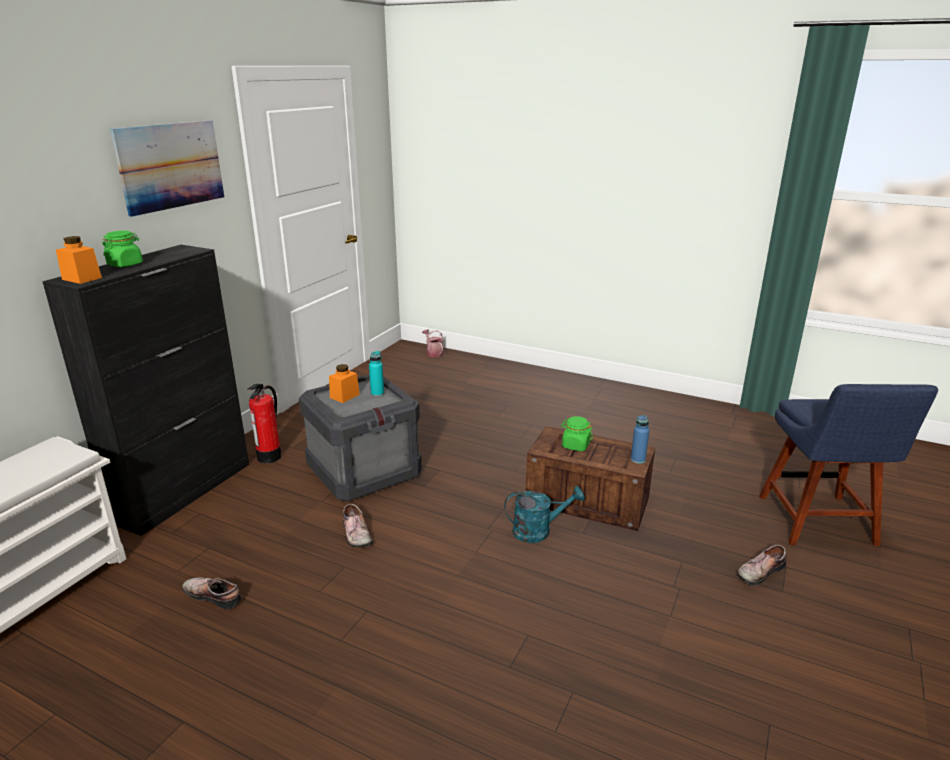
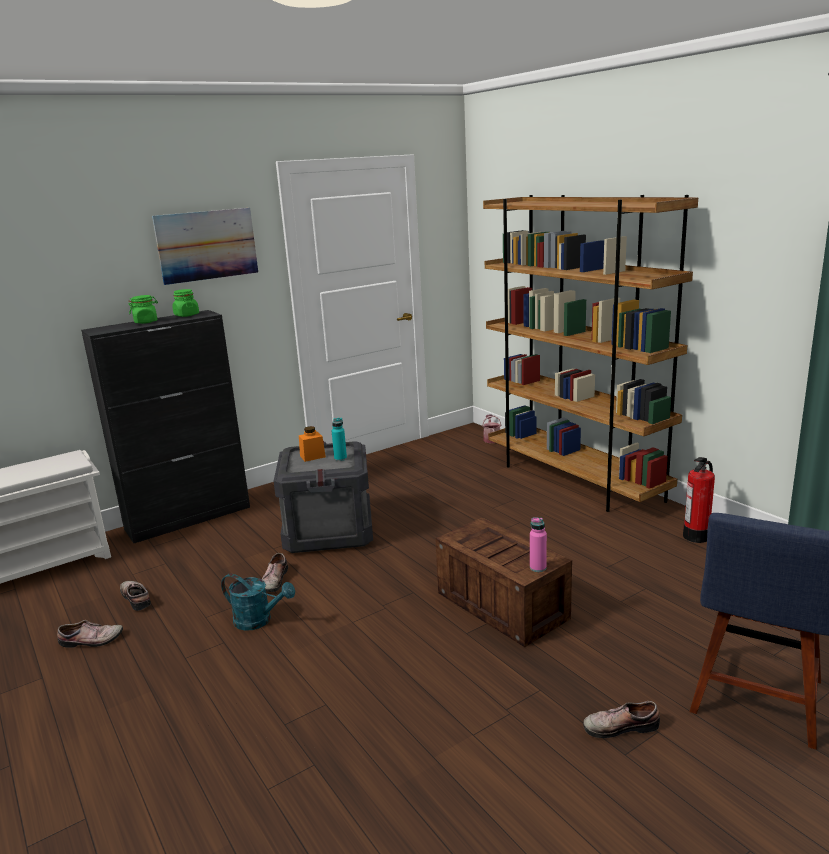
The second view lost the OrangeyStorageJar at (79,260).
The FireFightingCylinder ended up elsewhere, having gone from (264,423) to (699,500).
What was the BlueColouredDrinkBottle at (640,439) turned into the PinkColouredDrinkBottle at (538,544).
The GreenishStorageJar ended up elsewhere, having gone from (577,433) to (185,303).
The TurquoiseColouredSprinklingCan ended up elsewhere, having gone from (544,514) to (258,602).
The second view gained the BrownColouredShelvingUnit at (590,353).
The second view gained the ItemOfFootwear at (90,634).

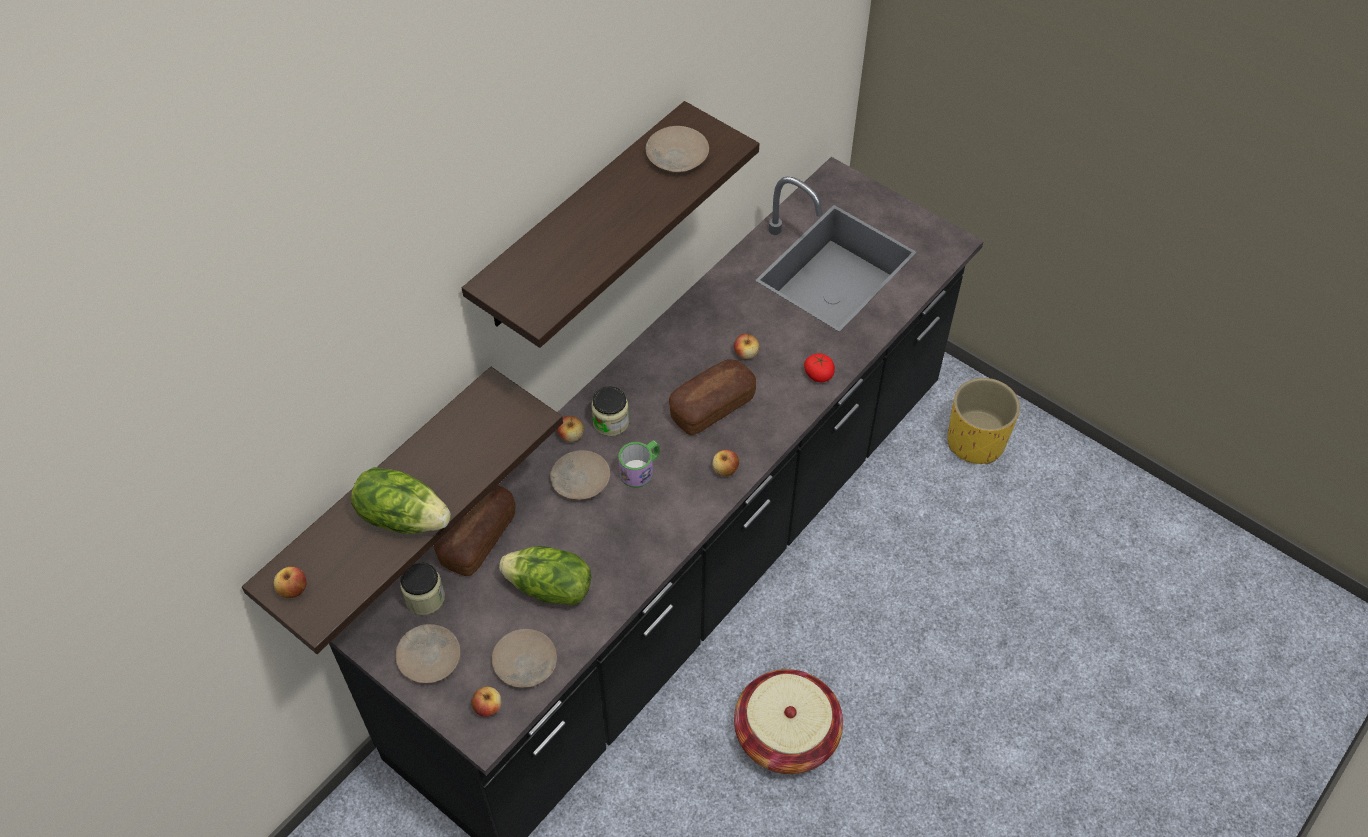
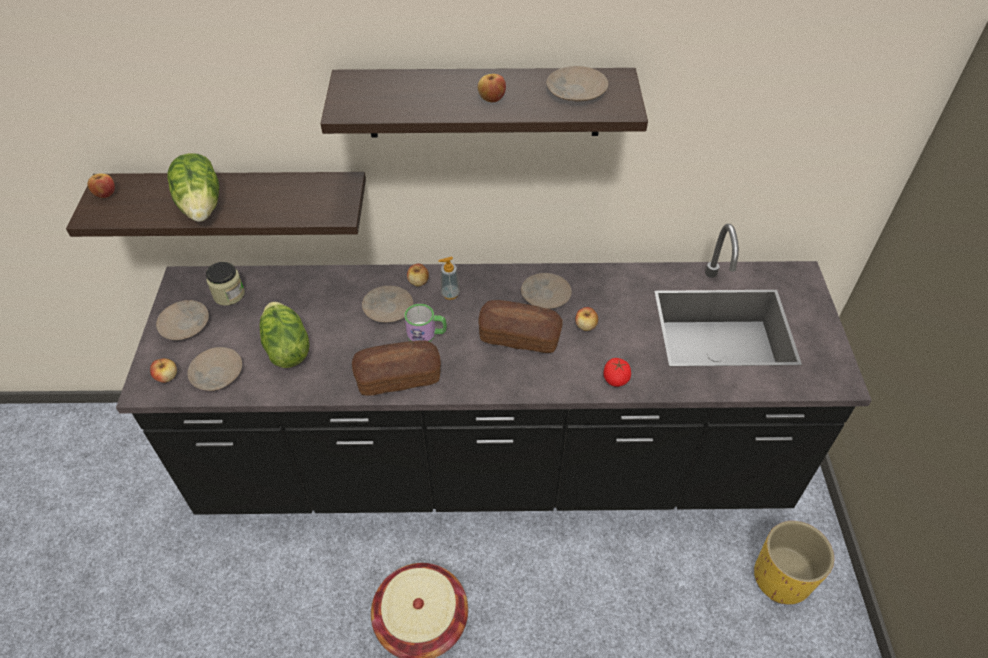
Where the StorageJar stood at (610,411), the SoapDispenser came to stand at (449,278).
The Apple ended up elsewhere, having gone from (725,463) to (492,88).
The BakedBread ended up elsewhere, having gone from (474,530) to (396,368).
The second view gained the BeigeFlatDish at (546,291).

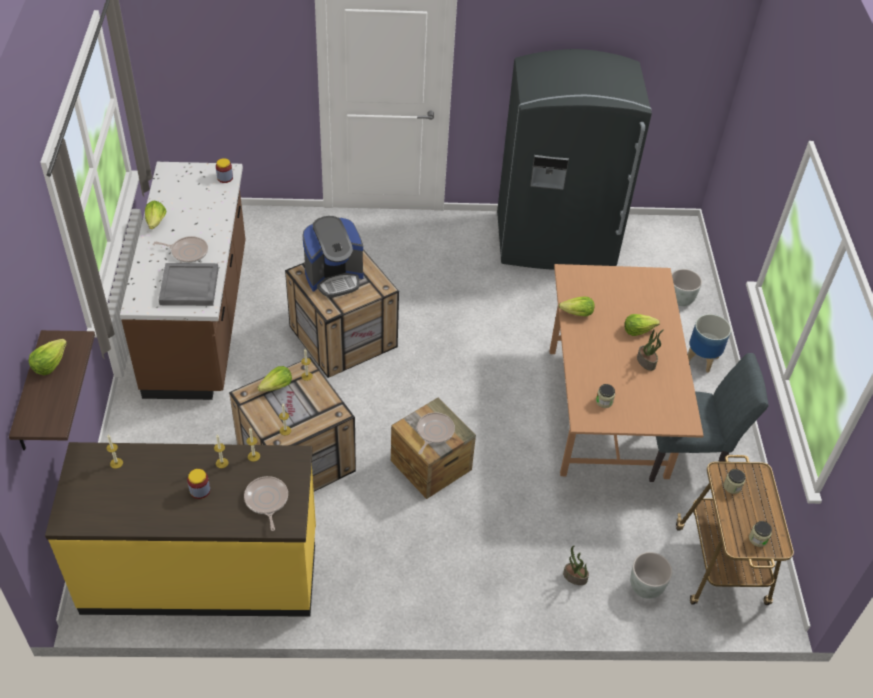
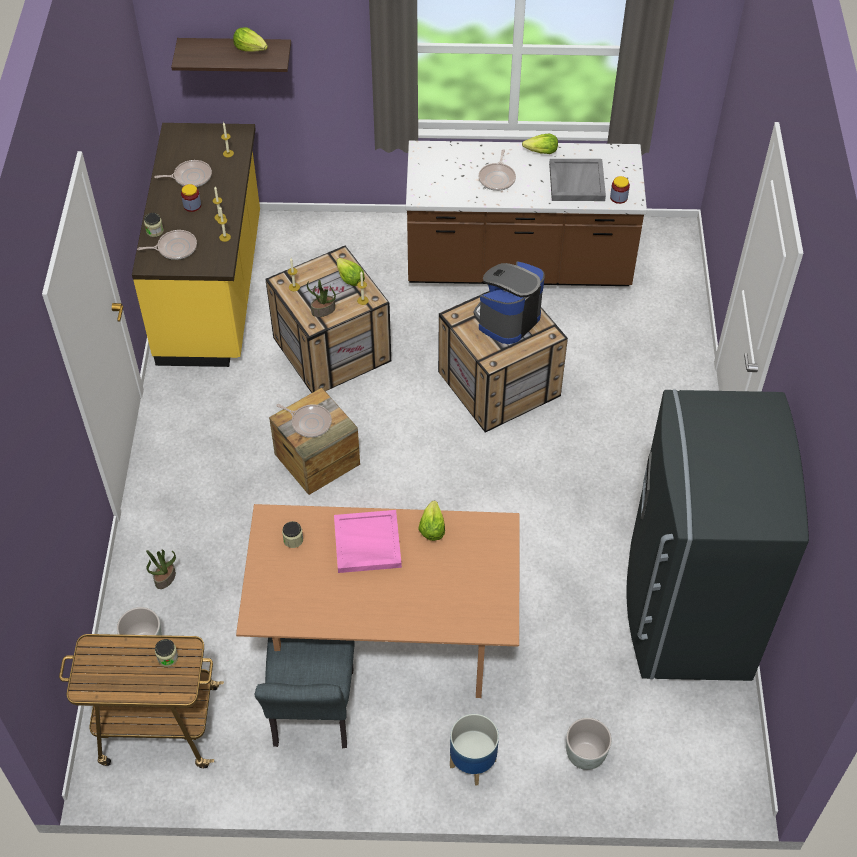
The CoffeeMaker at (332,256) ended up facing another way, 60 degrees clockwise from before.
The GrayTray ended up elsewhere, having gone from (189,284) to (577,180).
The second view lost the HeadOfLettuce at (642,325).
The Houseplant ended up elsewhere, having gone from (650,350) to (321,298).
The StorageJar ended up elsewhere, having gone from (760,534) to (154,225).
The second view gained the Pan at (183,173).
The second view gained the PinkColouredTray at (368,541).

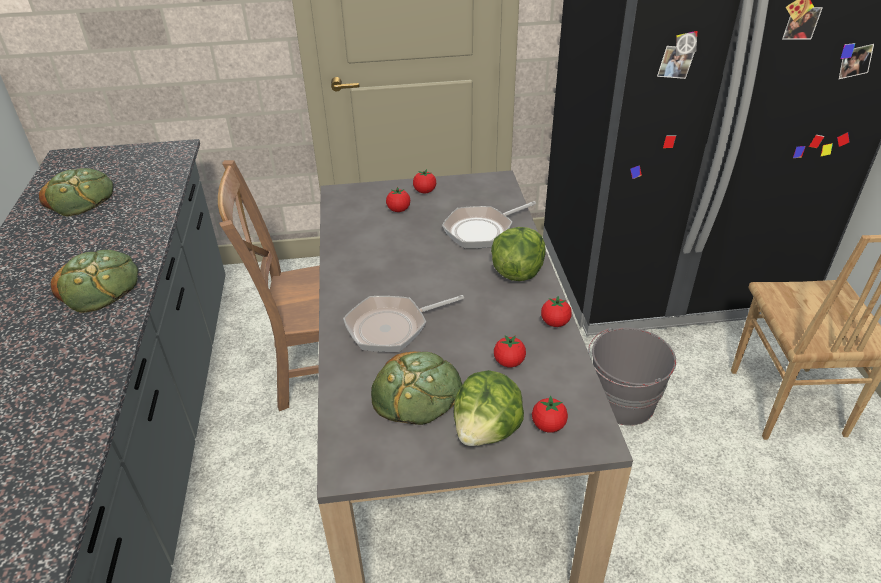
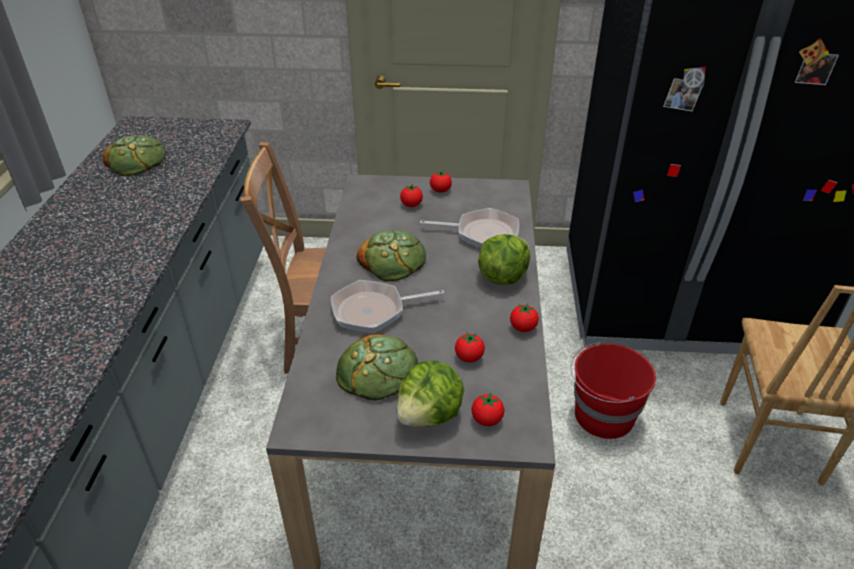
The Pan at (489,225) ended up facing another way, 150 degrees counterclockwise from before.
The BakedBread ended up elsewhere, having gone from (94,281) to (391,256).
What was the GrayWaterBucket at (632,376) turned into the RedWaterBucket at (613,390).

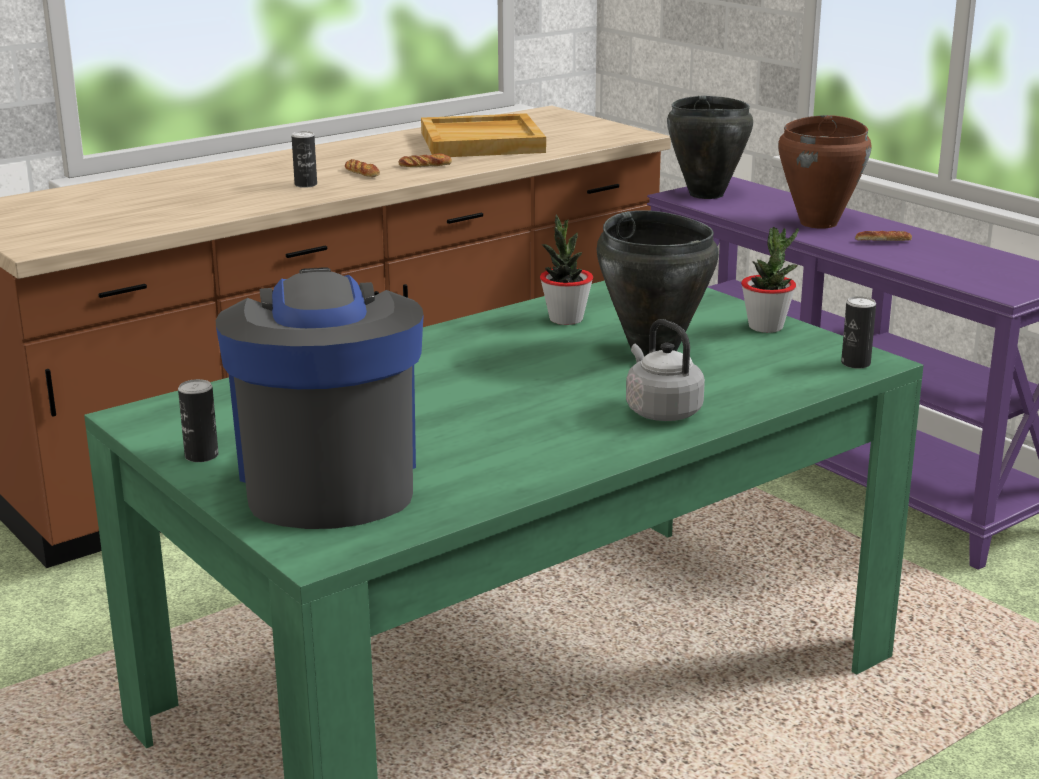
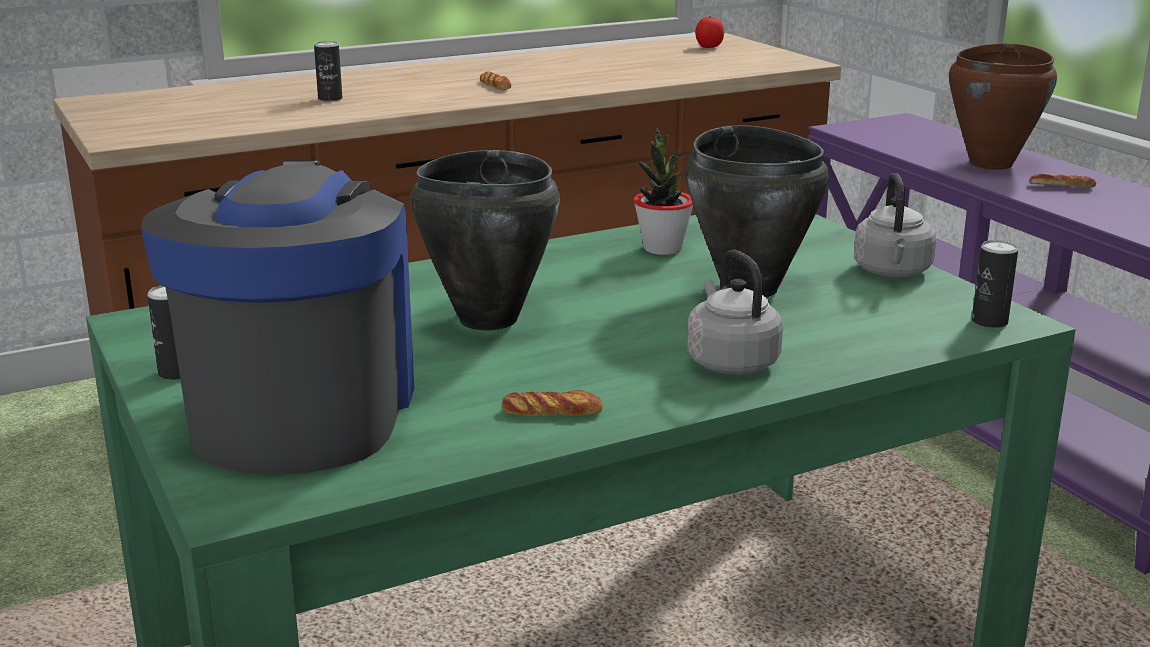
The BlackSaucepot ended up elsewhere, having gone from (710,147) to (485,240).
The second view lost the BeigeTray at (483,135).
The MetalCan ended up elsewhere, having gone from (304,159) to (328,71).
The BakedBread ended up elsewhere, having gone from (425,160) to (552,403).
Where the Houseplant stood at (770,280), the GrayTeaKettle came to stand at (895,225).
The second view gained the Tomato at (709,32).

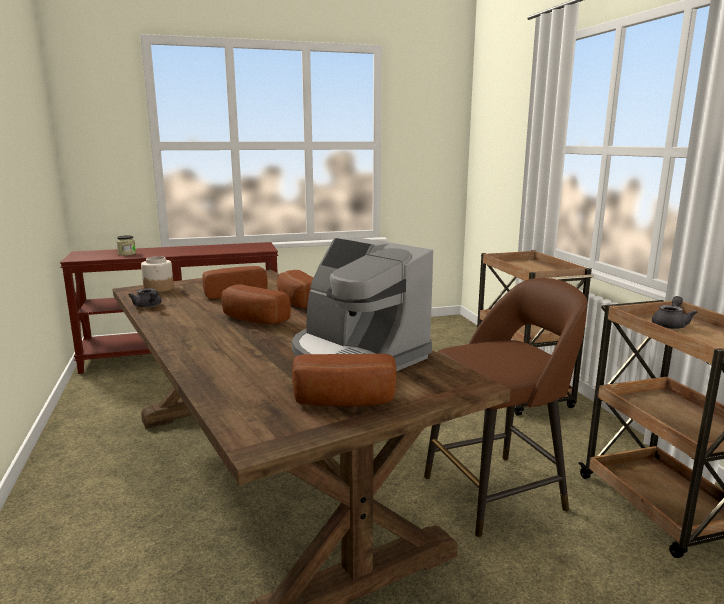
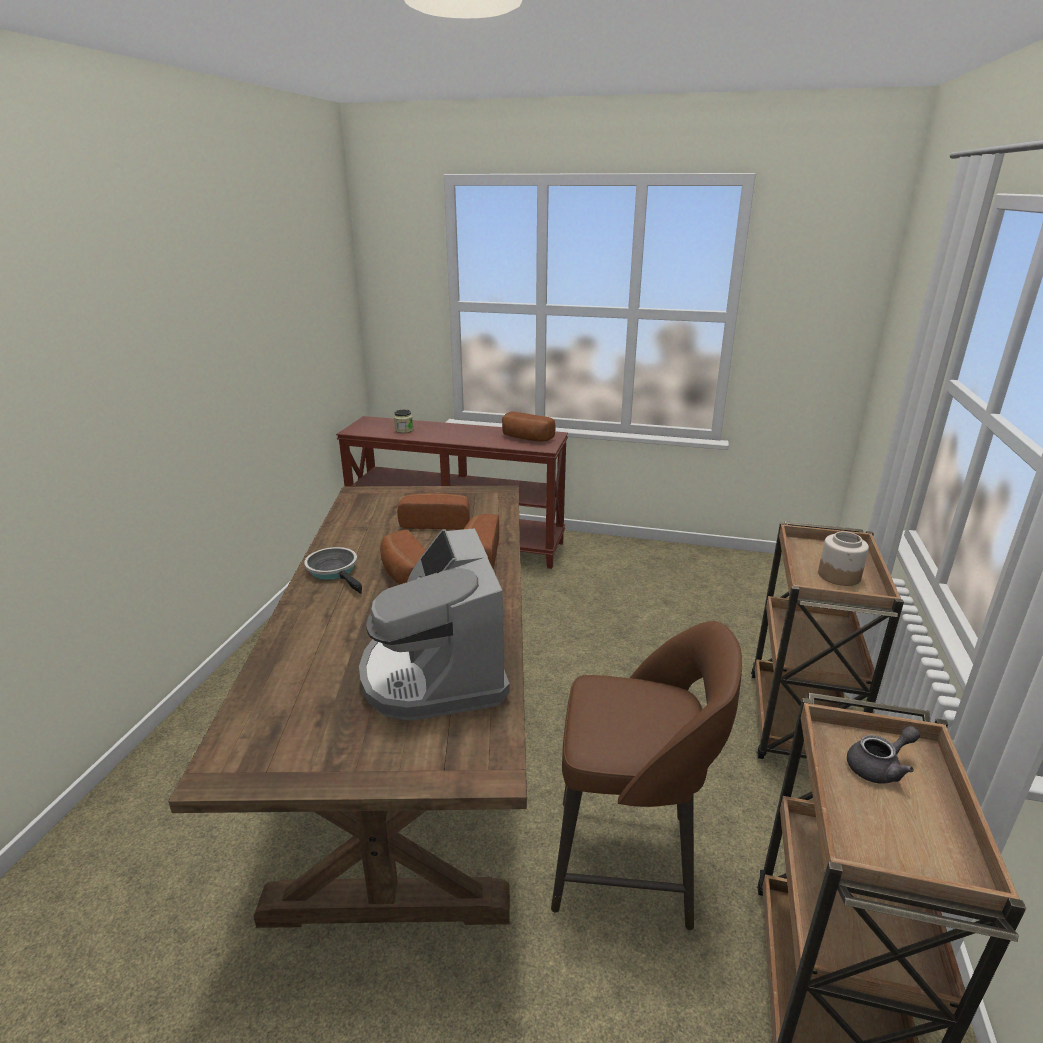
The StorageJar ended up elsewhere, having gone from (157,274) to (843,559).
The second view lost the GrayTeapot at (144,298).
The BakedBread ended up elsewhere, having gone from (344,380) to (529,426).
The second view gained the Pan at (333,570).

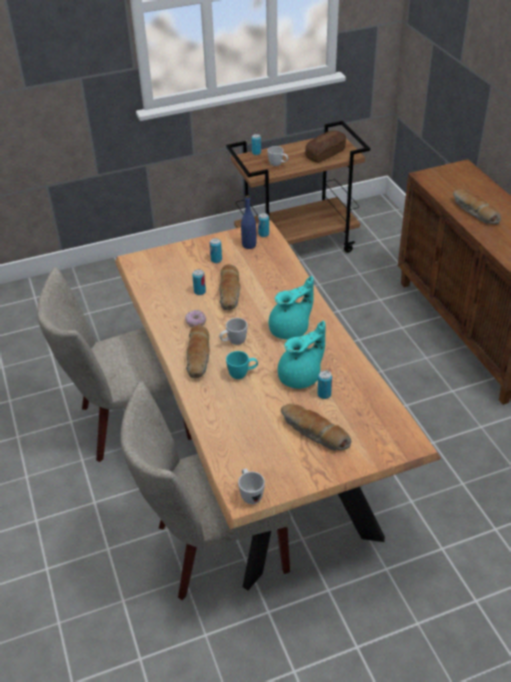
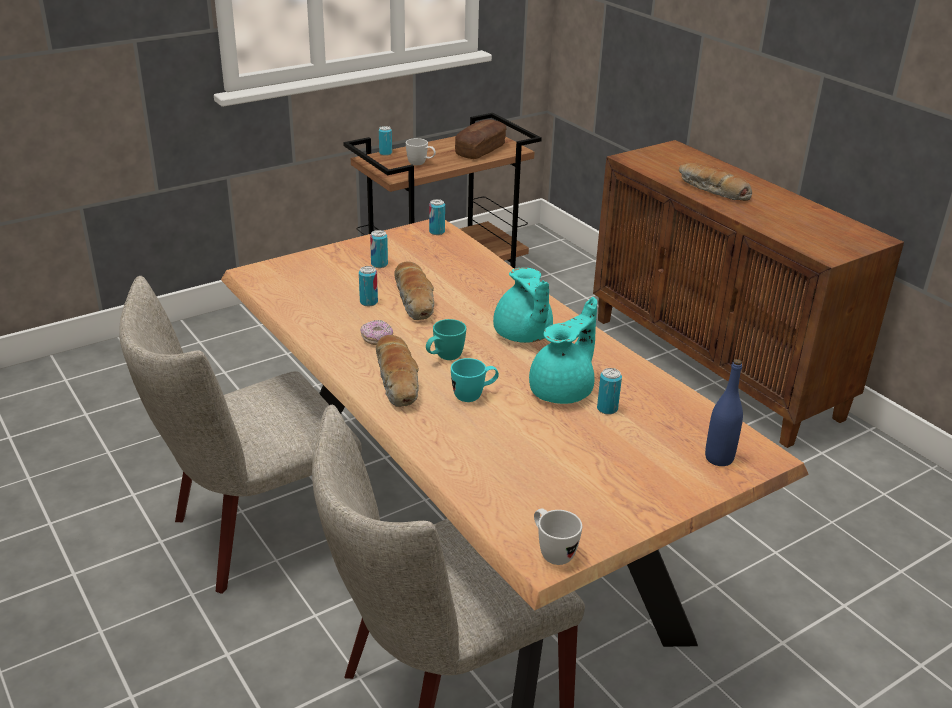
The BlueColouredDrinkBottle ended up elsewhere, having gone from (248,222) to (724,412).
The TurquoiseColouredTeapot at (291,308) ended up facing another way, 120 degrees clockwise from before.
What was the WhitishTeaMug at (233,331) turned into the TurquoiseColouredTeaMug at (446,339).
The second view lost the BakedBread at (316,427).

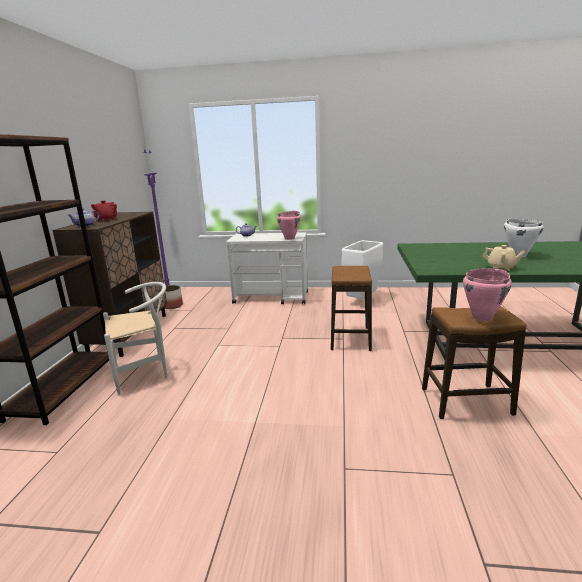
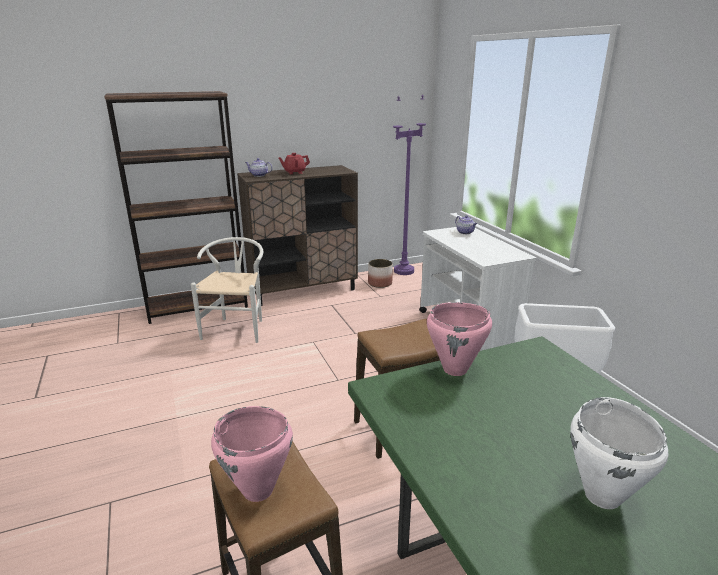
The PinkColouredSaucepot ended up elsewhere, having gone from (289,225) to (459,339).
The second view lost the BeigeTeapot at (504,258).
The WhitishUprightChair at (135,338) ended up facing another way, 120 degrees counterclockwise from before.

